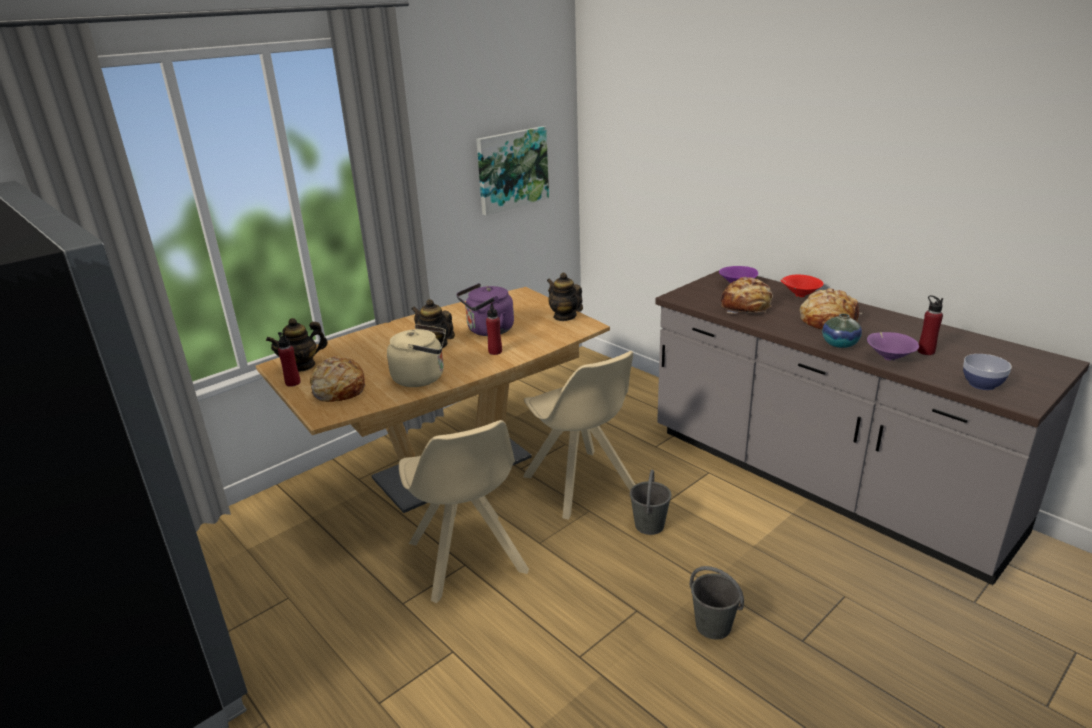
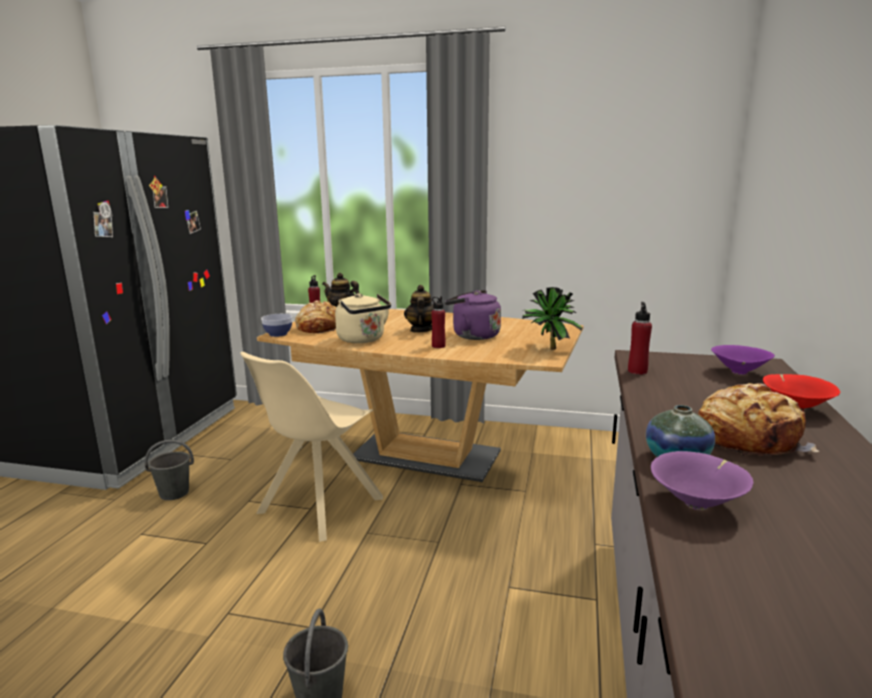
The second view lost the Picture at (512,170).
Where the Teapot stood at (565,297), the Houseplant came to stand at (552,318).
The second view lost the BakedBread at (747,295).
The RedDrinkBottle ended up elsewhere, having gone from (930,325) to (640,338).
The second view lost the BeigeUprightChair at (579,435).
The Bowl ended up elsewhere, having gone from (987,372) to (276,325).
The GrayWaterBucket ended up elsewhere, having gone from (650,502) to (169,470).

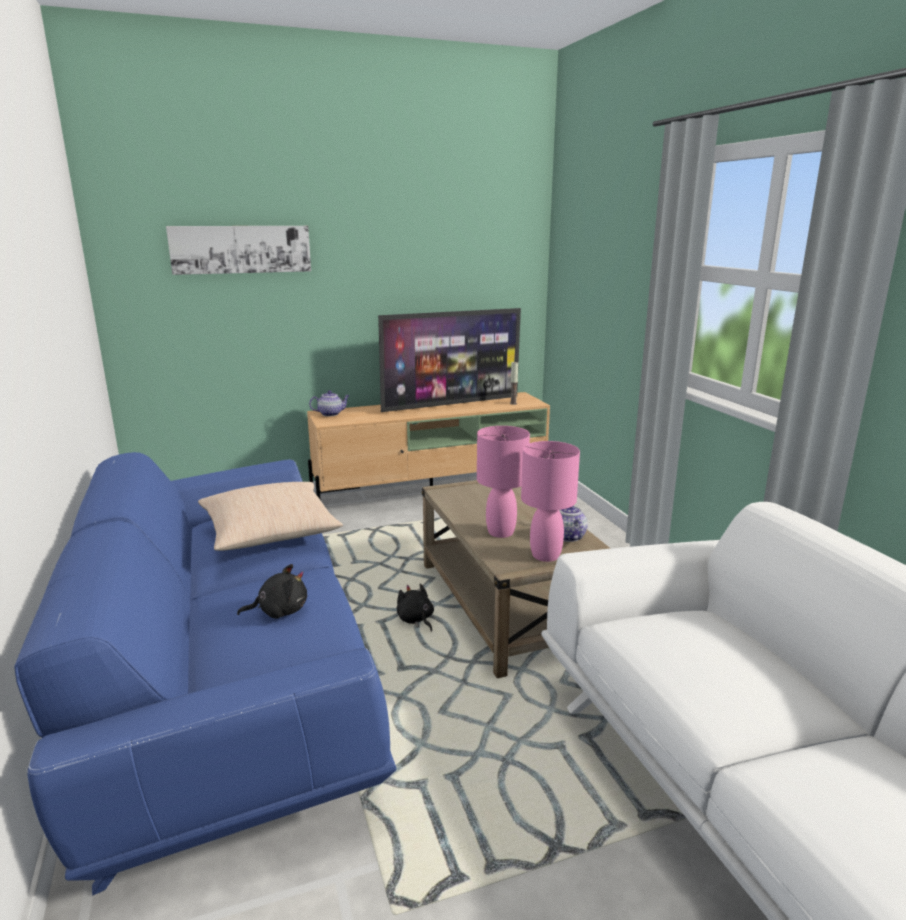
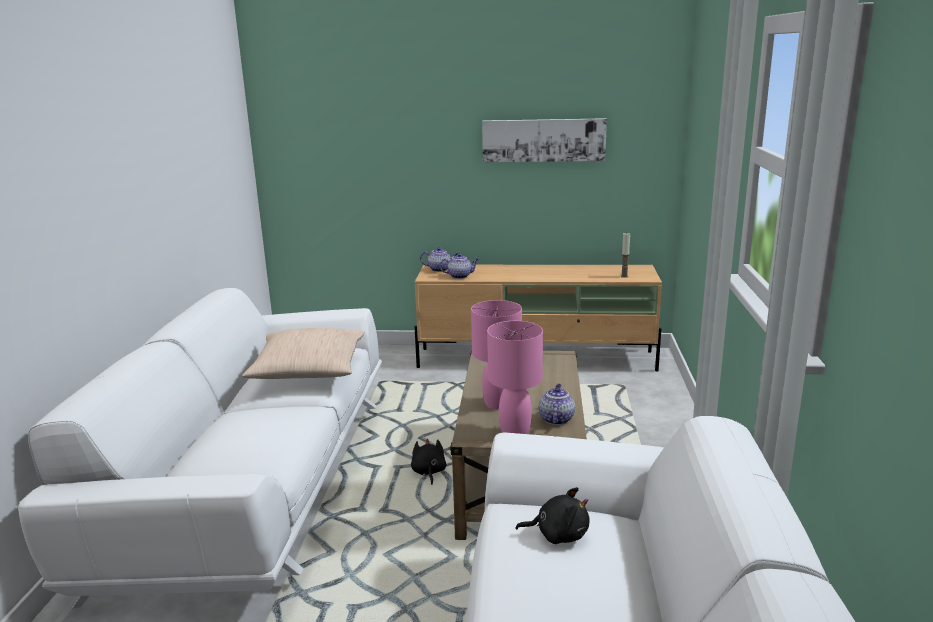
The Picture ended up elsewhere, having gone from (238,250) to (544,140).
The second view lost the Television at (449,360).
What was the BlueColouredCouch at (205,673) turned into the WhitishCouch at (200,448).
The BlackCuddlyToy ended up elsewhere, having gone from (272,591) to (553,515).
The second view gained the Teapot at (459,266).

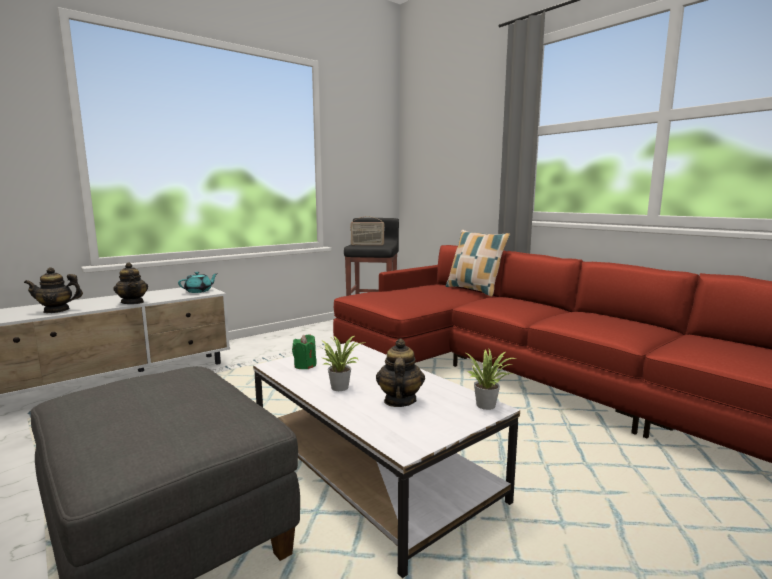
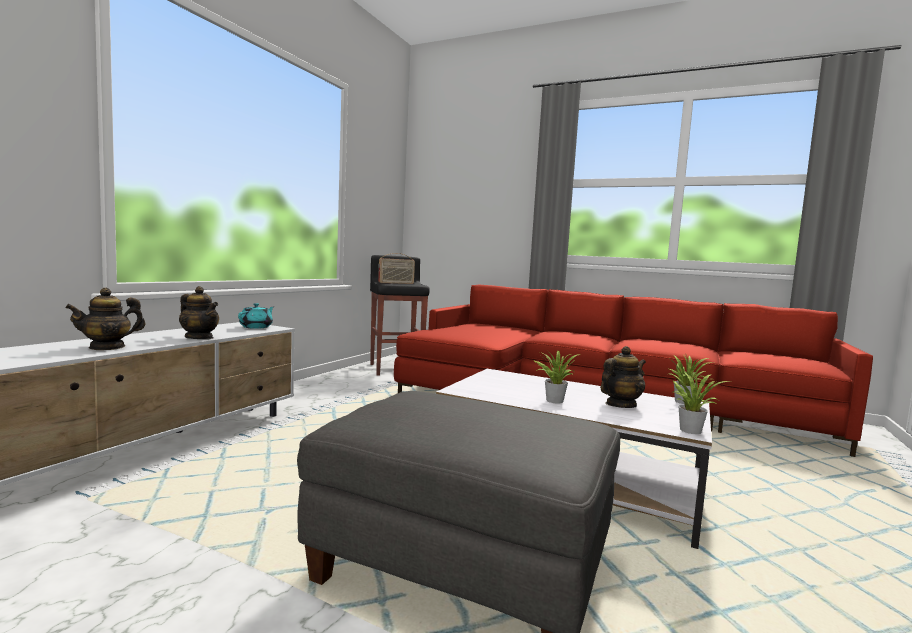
The second view lost the Pillow at (478,263).
The second view lost the GreenishWaxLight at (304,351).
The Teapot at (400,372) ended up facing another way, 75 degrees clockwise from before.
The second view gained the Houseplant at (700,403).

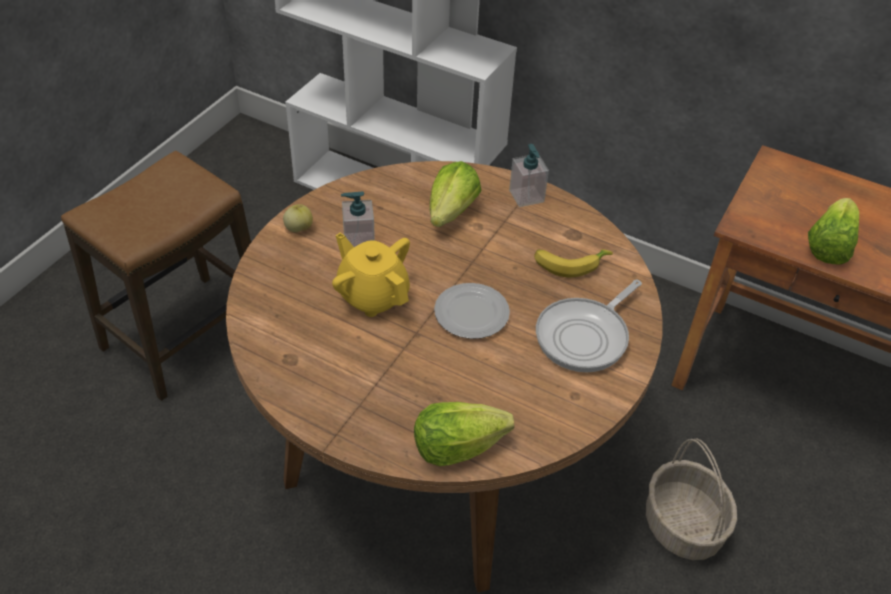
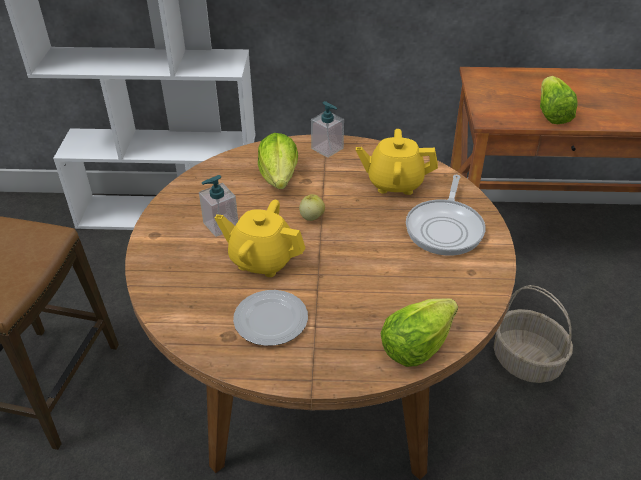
The Apple ended up elsewhere, having gone from (298,218) to (312,207).
Where the BananaFruit stood at (573,263), the YellowColouredTeapot came to stand at (397,162).
The FlatDish ended up elsewhere, having gone from (472,311) to (270,318).

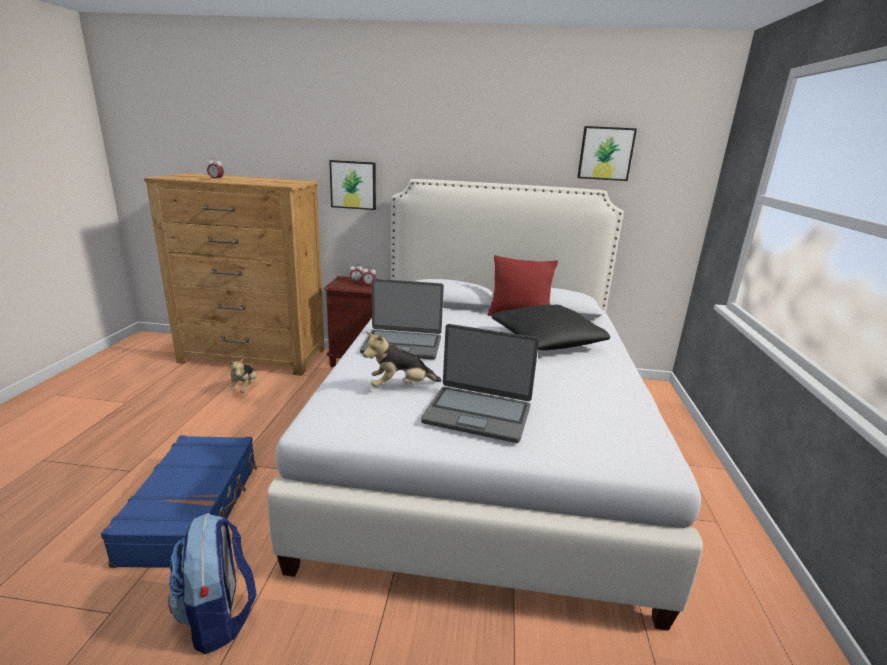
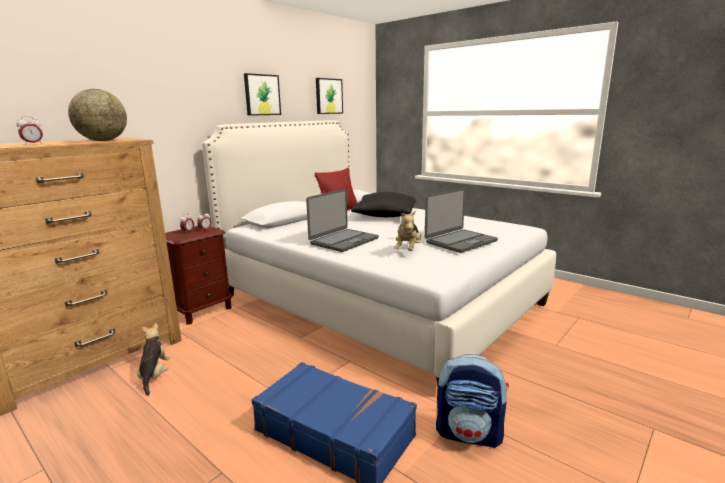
The Picture ended up elsewhere, having gone from (352,185) to (262,94).
The CuddlyToy at (242,376) ended up facing another way, 135 degrees counterclockwise from before.
The second view gained the WorldGlobe at (97,115).

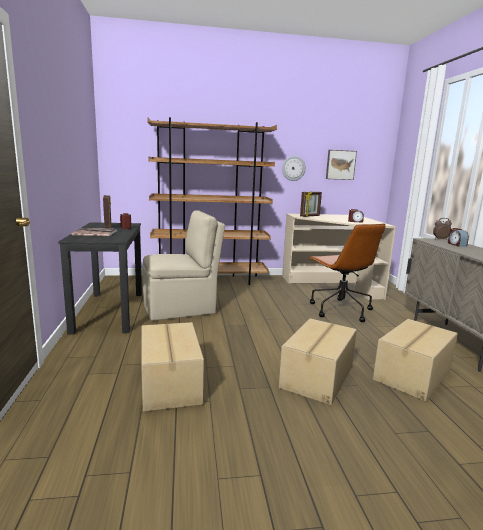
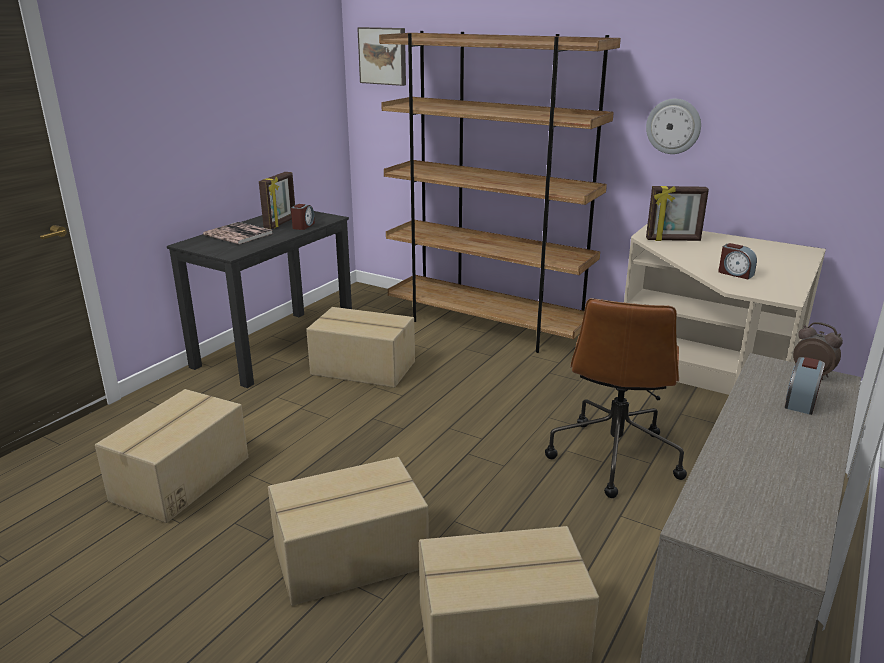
The Picture ended up elsewhere, having gone from (341,165) to (381,56).
Where the BeigeUprightChair stood at (184,265), the Carton came to stand at (360,347).

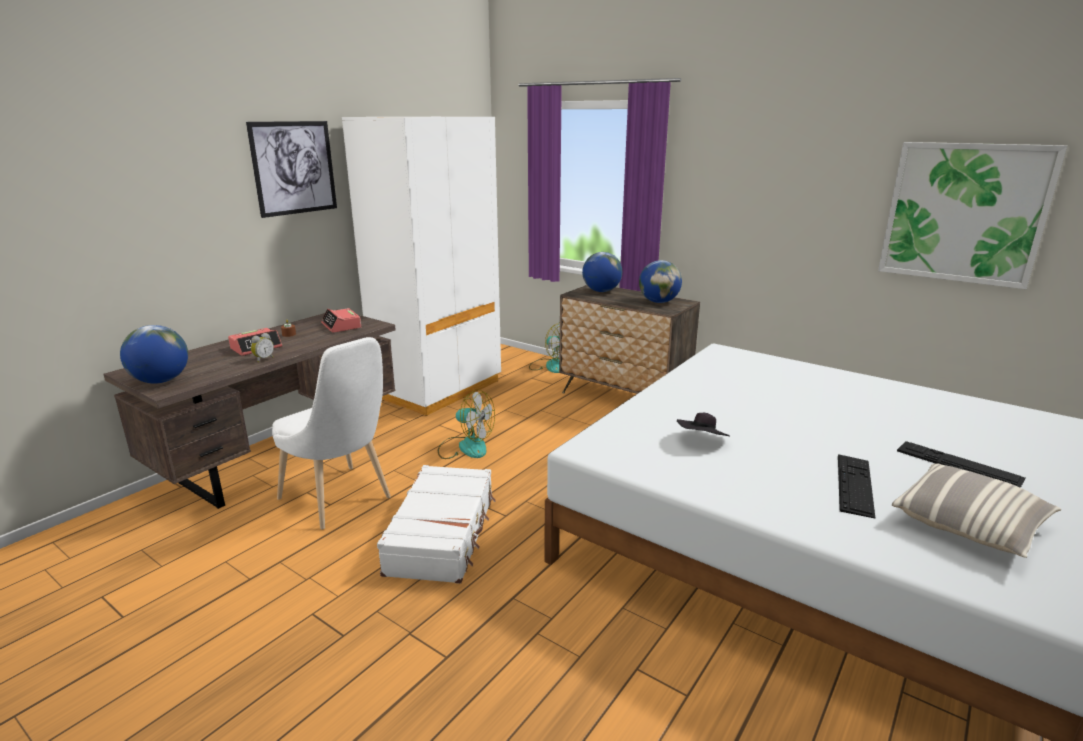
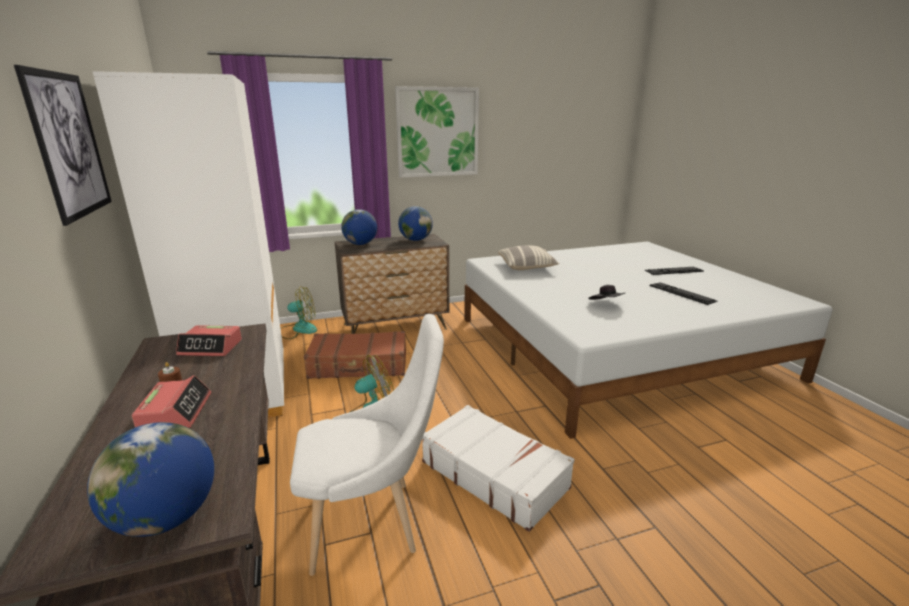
The Picture ended up elsewhere, having gone from (972,215) to (437,132).
The second view lost the AlarmClock at (262,347).
The Pillow ended up elsewhere, having gone from (976,511) to (529,257).
The second view gained the BrownColouredSuitcase at (355,355).

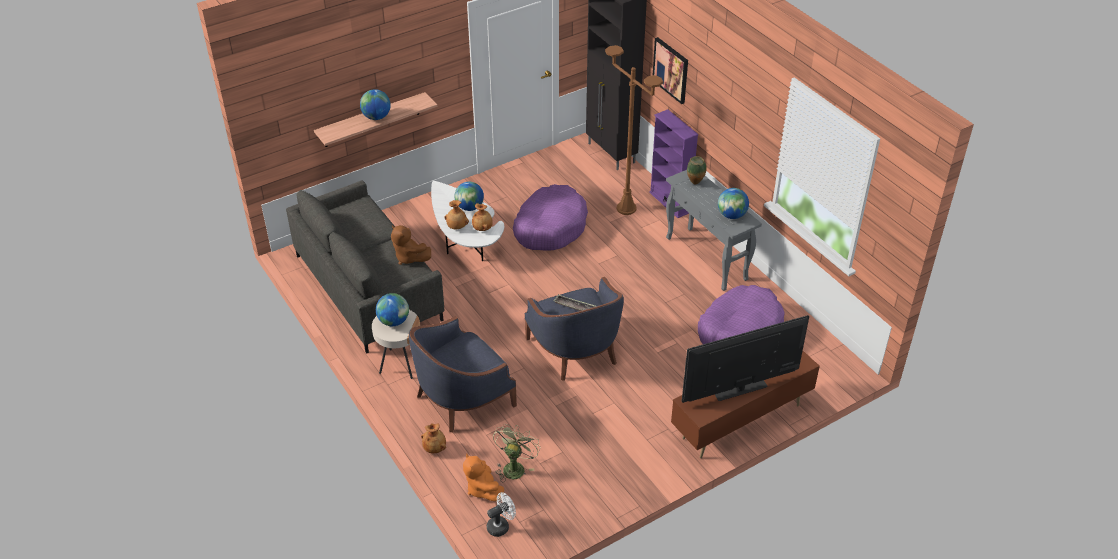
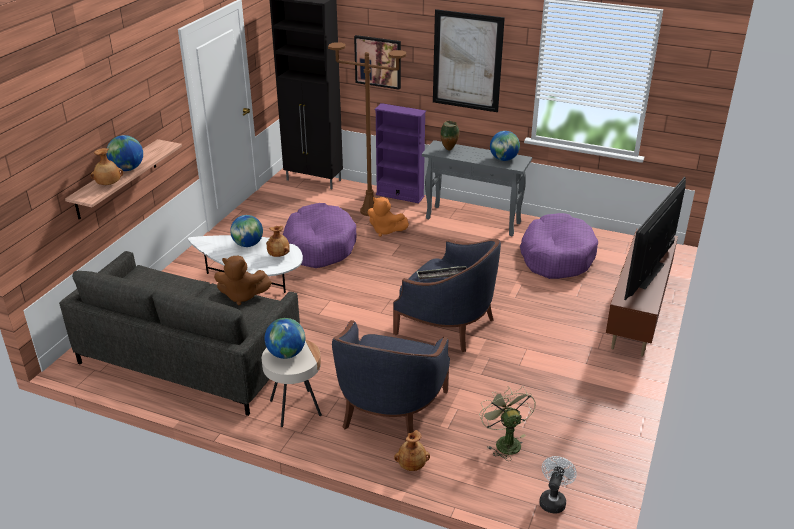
The BrownColouredFlowerVase ended up elsewhere, having gone from (457,214) to (107,166).
The OrangeyCuddlyToy ended up elsewhere, having gone from (483,477) to (388,217).
The second view gained the Picture at (469,60).

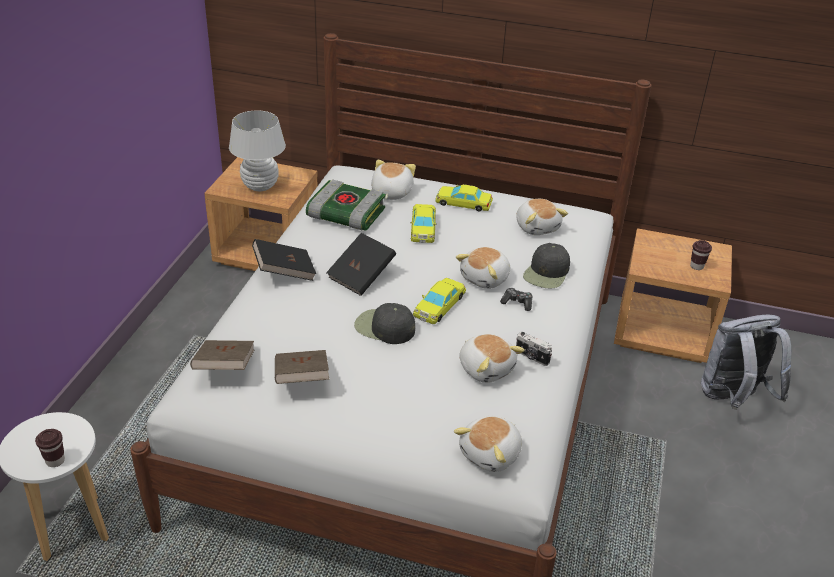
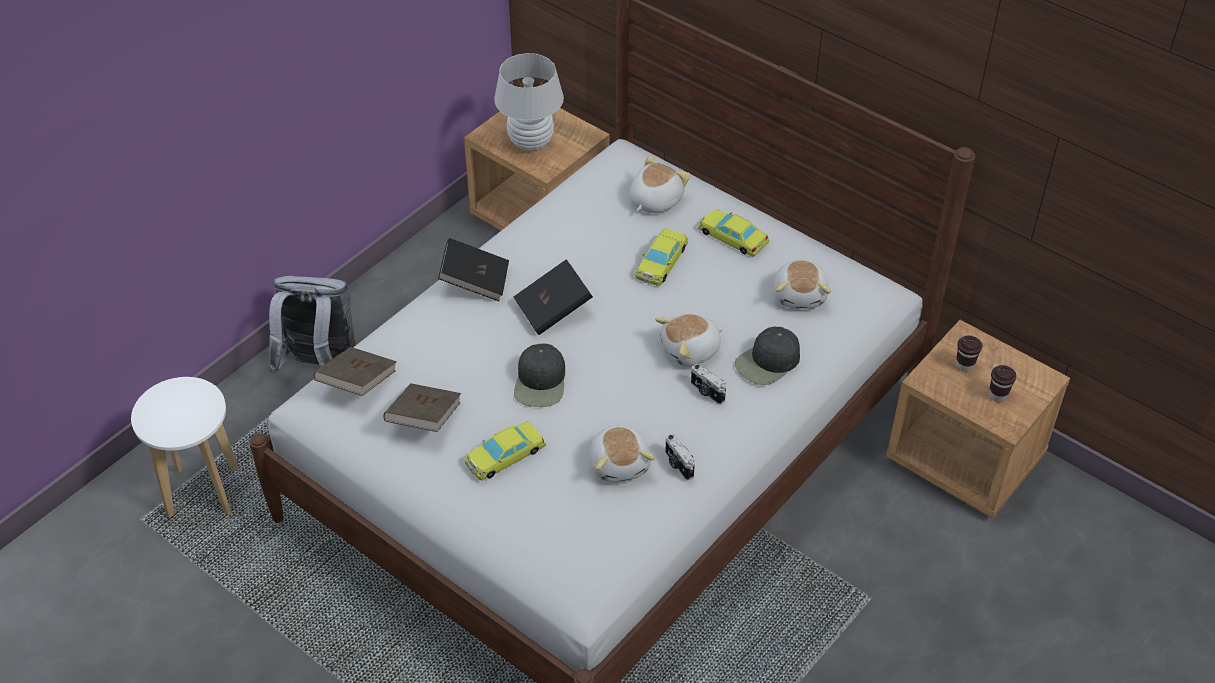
The second view lost the Book at (346,205).
The YellowColouredToyCar ended up elsewhere, having gone from (439,301) to (505,451).
Where the Joypad stood at (516,299), the PhotoCamera came to stand at (708,384).
The BlackPeakedCap at (385,323) ended up facing another way, 135 degrees counterclockwise from before.
The GrayKnapsack ended up elsewhere, having gone from (746,362) to (312,325).
The second view lost the CuddlyToy at (488,444).
The BrownColouredDrinkingCup ended up elsewhere, having gone from (50,448) to (969,354).

